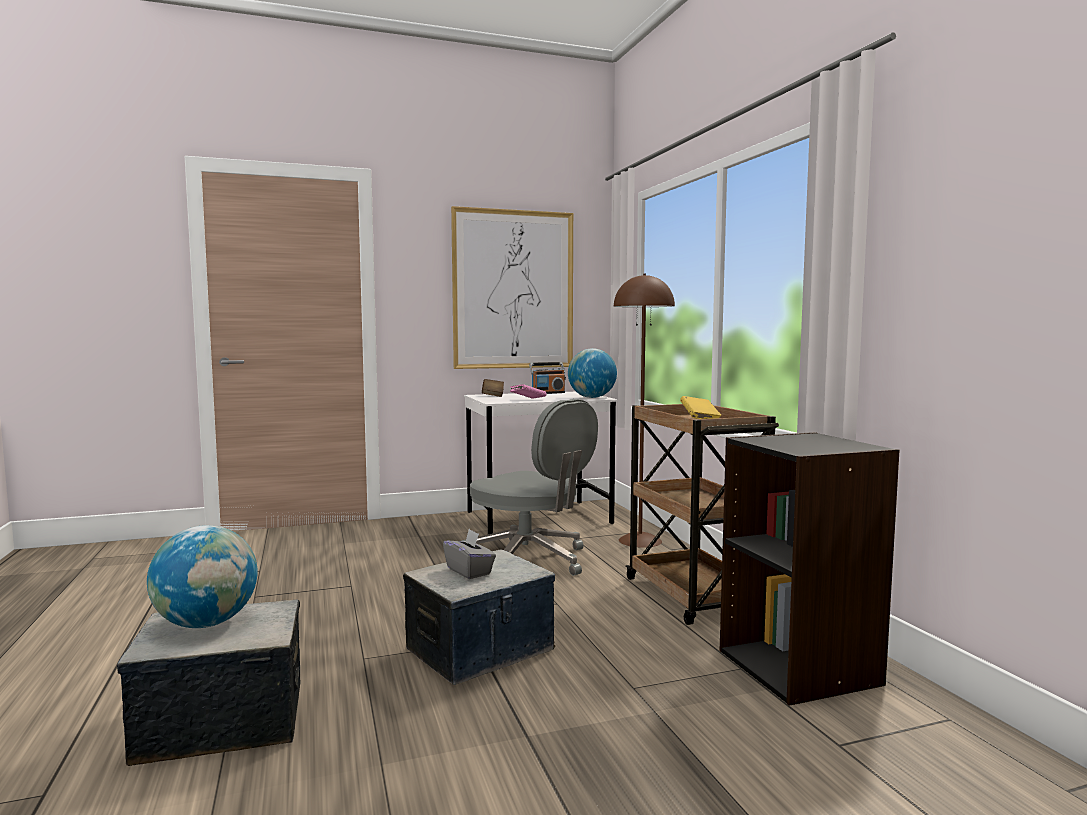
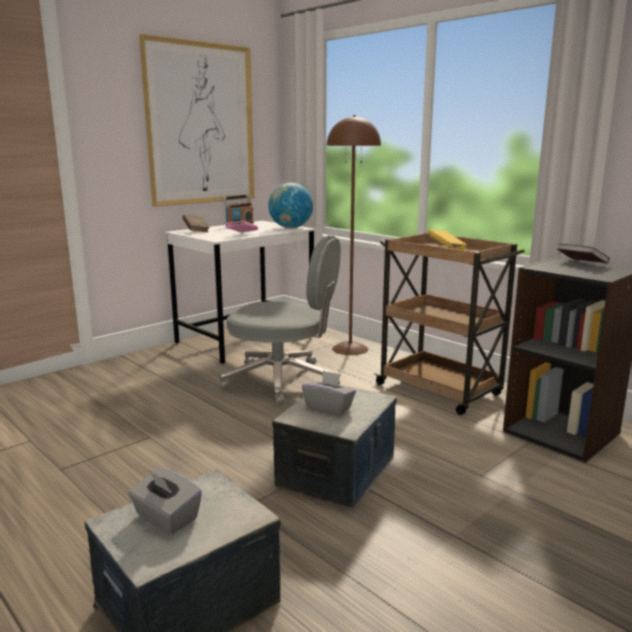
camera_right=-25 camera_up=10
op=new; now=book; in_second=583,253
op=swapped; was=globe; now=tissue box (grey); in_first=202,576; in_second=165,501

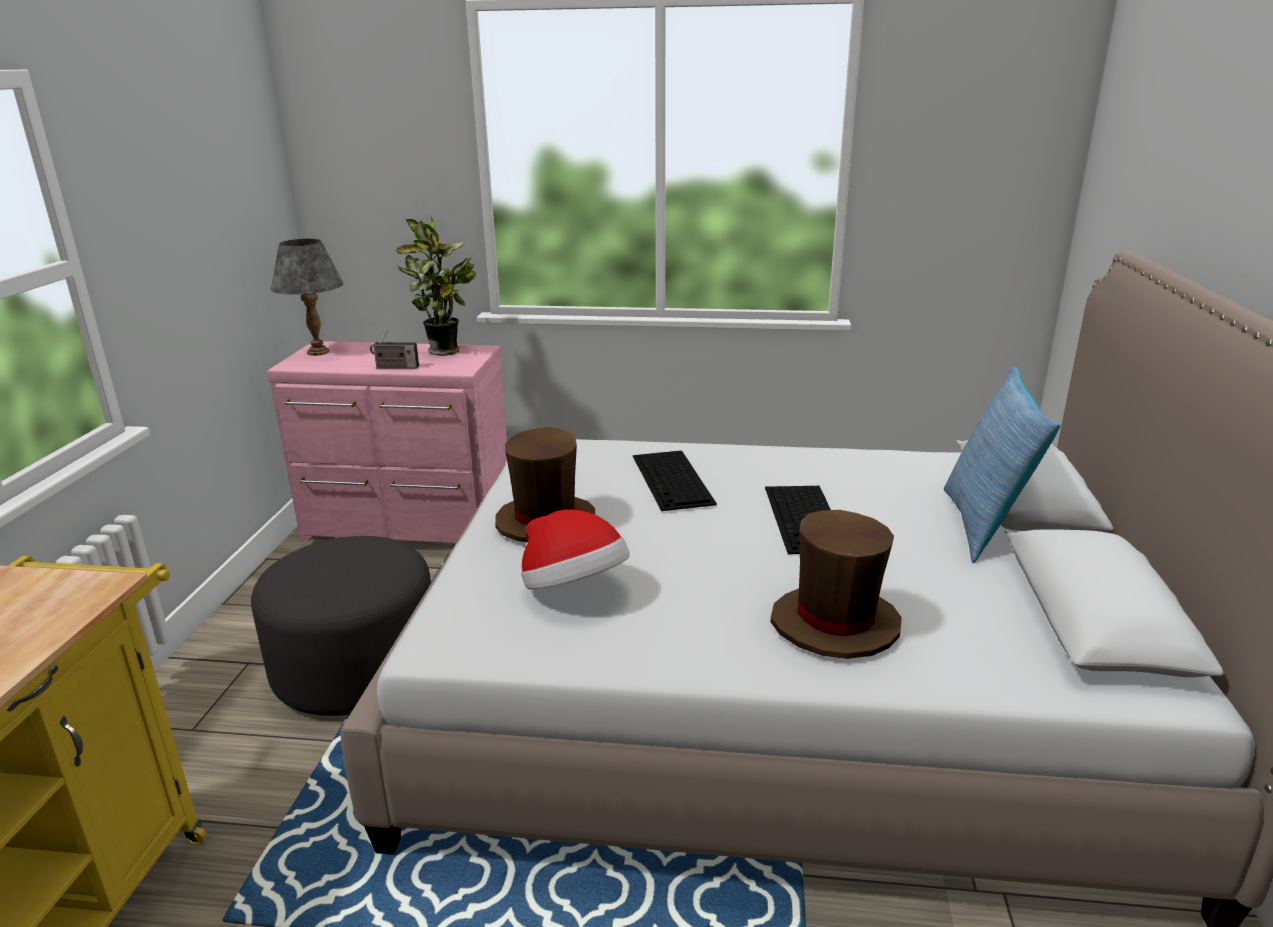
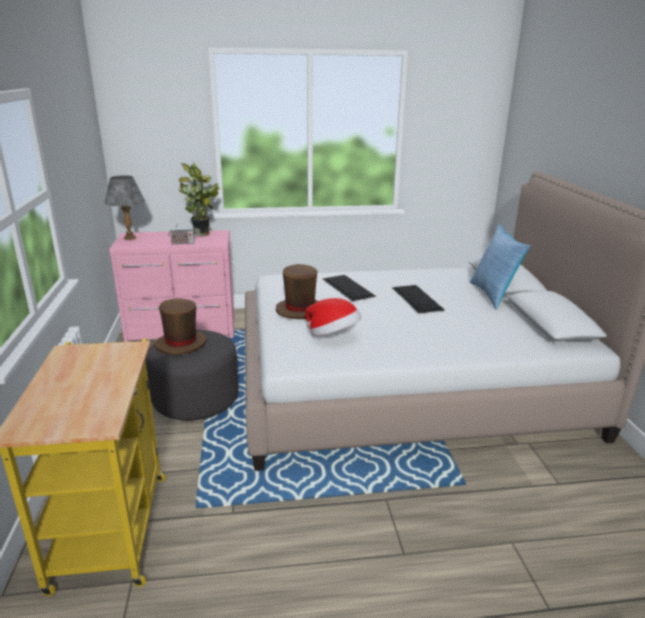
camera_right=-15 camera_up=0
op=shifted; was=hat (brown); in_first=836,584; in_second=180,326

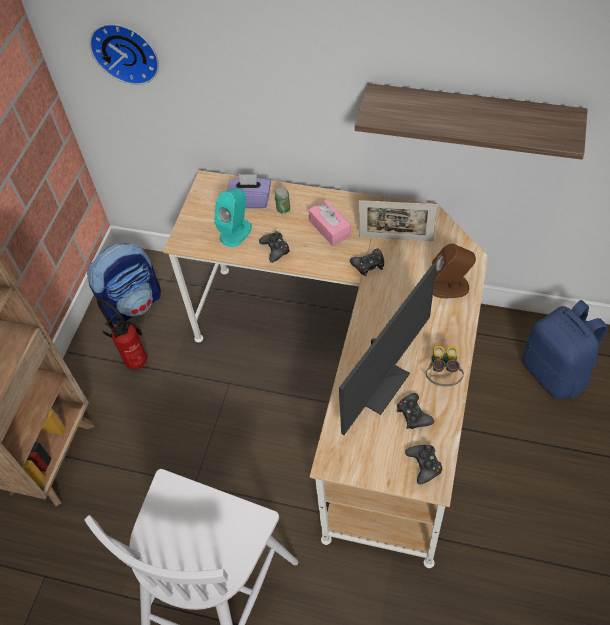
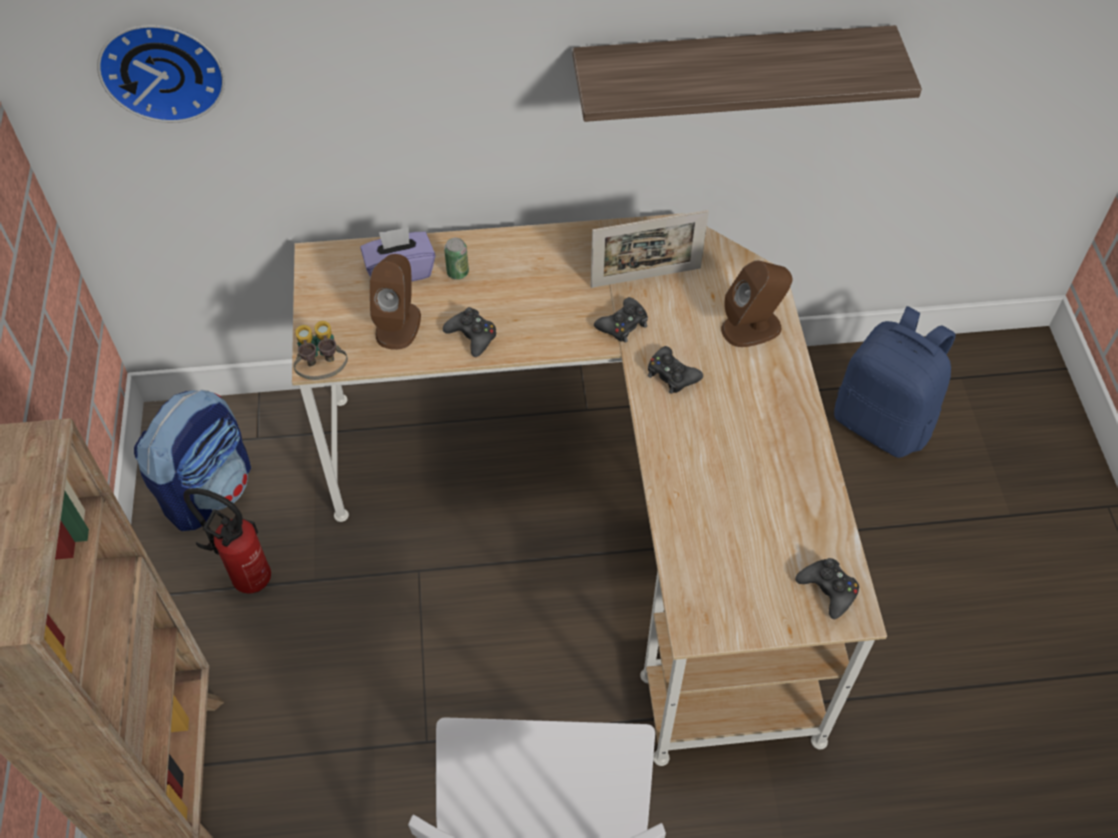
camera_right=-25 camera_up=0
op=gone; was=tissue box (pink); in_first=330,223
op=gone; was=monitor; in_first=387,349
op=shifted; was=game controller (black); in_first=415,411; in_second=675,370
op=shifted; was=binoculars; in_first=445,366; in_second=320,350
op=repainted; was=speaker (turquoise); now=speaker (brown); in_first=233,217; in_second=395,302

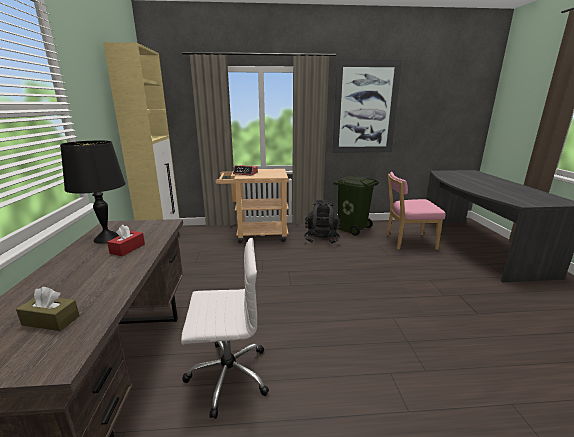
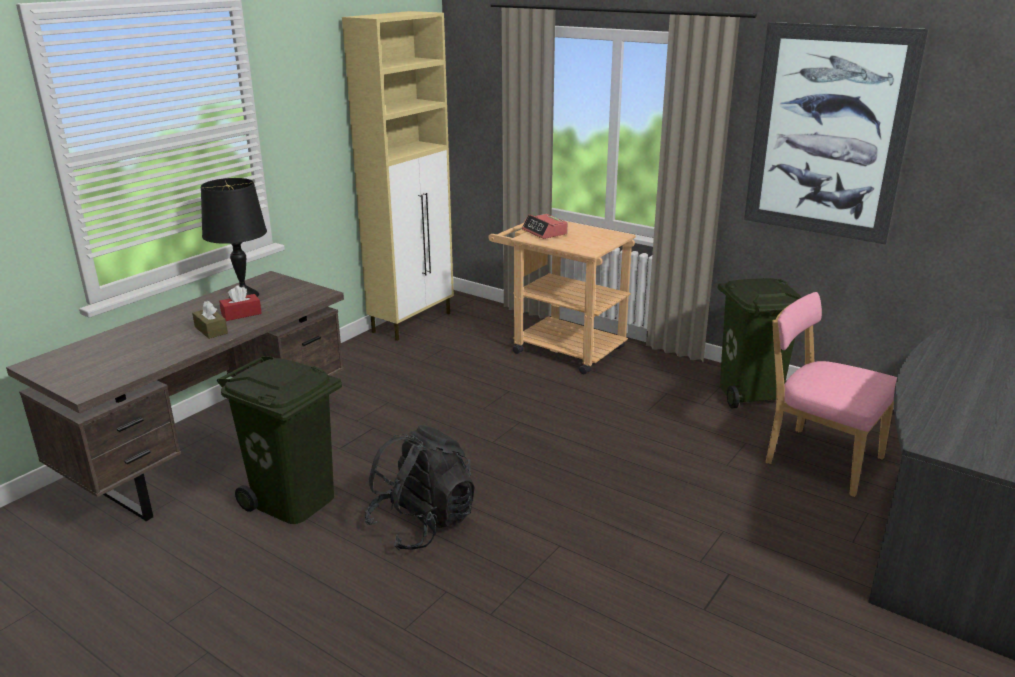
camera_right=40 camera_up=5
op=shifted; was=tissue box (brown); in_first=48,309; in_second=210,320
op=shifted; was=backpack (black); in_first=322,222; in_second=420,488
op=swapped; was=office chair (white); now=trash can (green); in_first=225,328; in_second=279,440

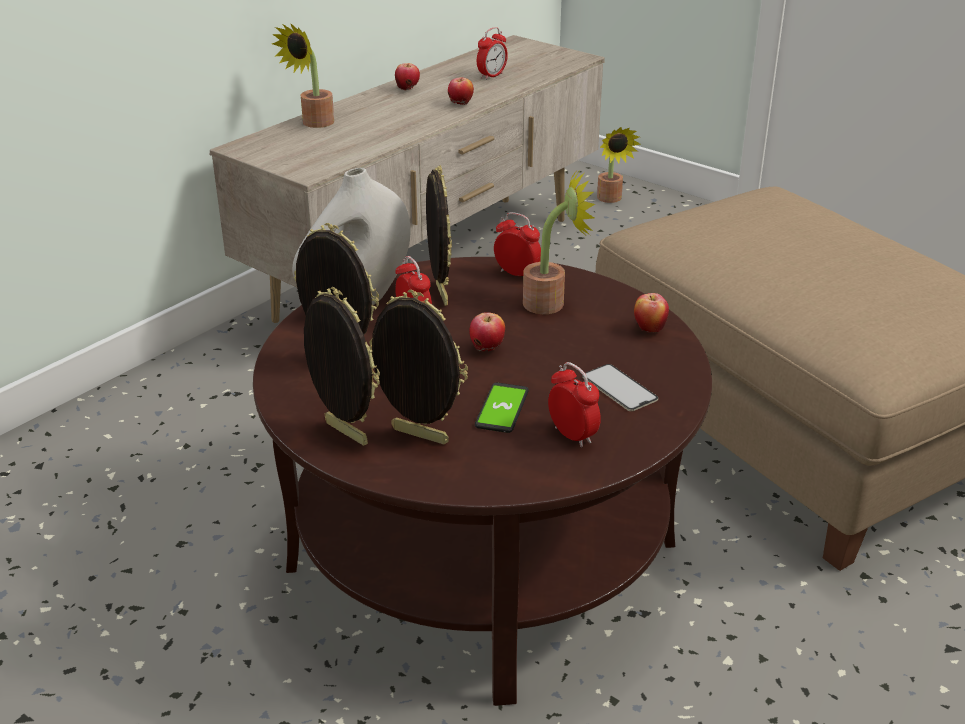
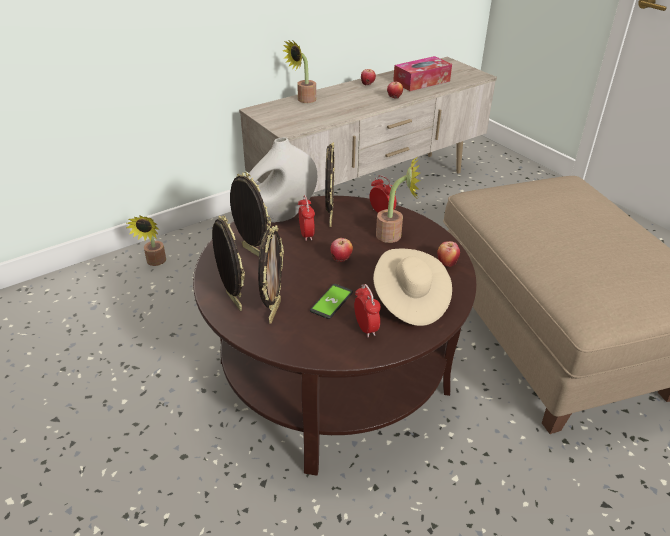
camera_right=15 camera_up=5
op=shifted; was=potted plant; in_first=619,165; in_second=146,241
op=swapped; was=alarm clock; now=tissue box; in_first=492,53; in_second=422,73
op=swapped; was=phone; now=hat (beige); in_first=620,387; in_second=412,287
op=rotated; was=picture frame; in_first=418,367; in_second=271,274; clockwise=60

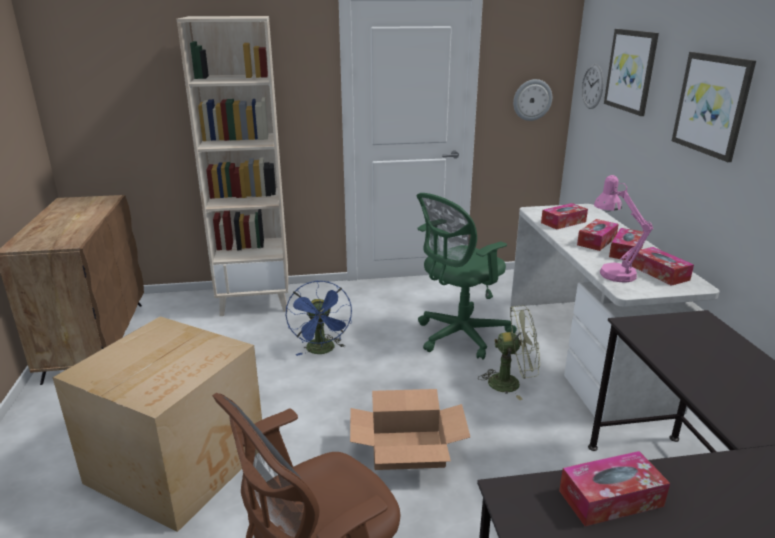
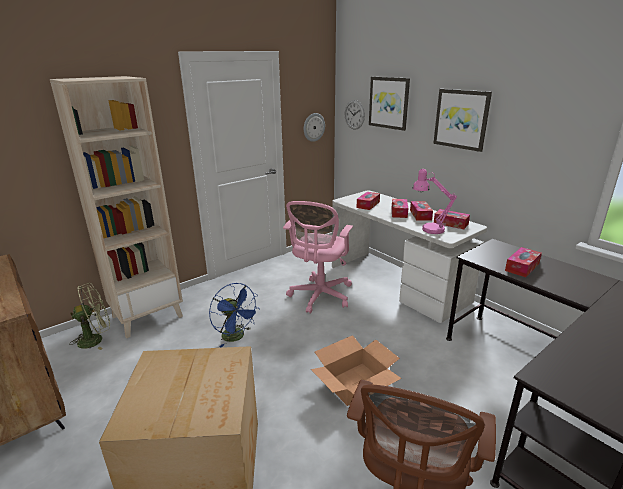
camera_right=-30 camera_up=0
op=shifted; was=fan (green); in_first=509,352; in_second=89,316
op=shifted; was=tissue box; in_first=614,488; in_second=523,262
op=repainted; was=office chair (green); now=office chair (pink); in_first=467,276; in_second=318,257

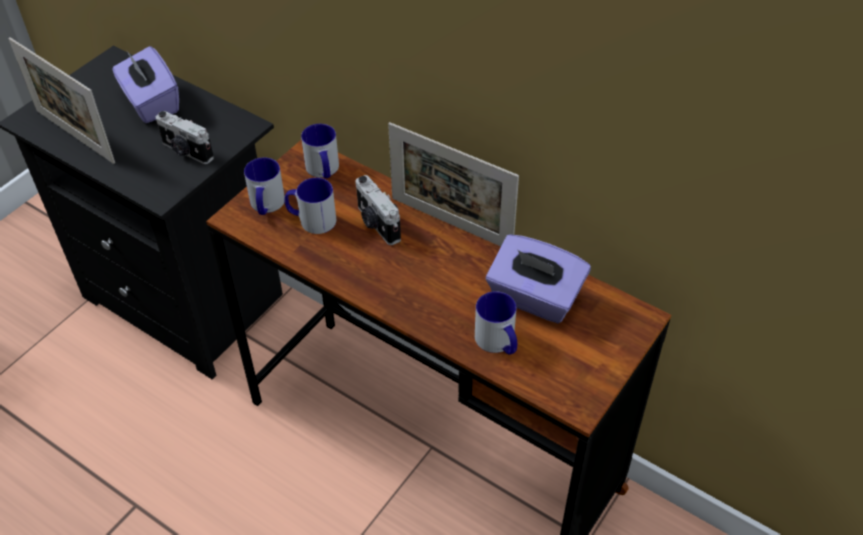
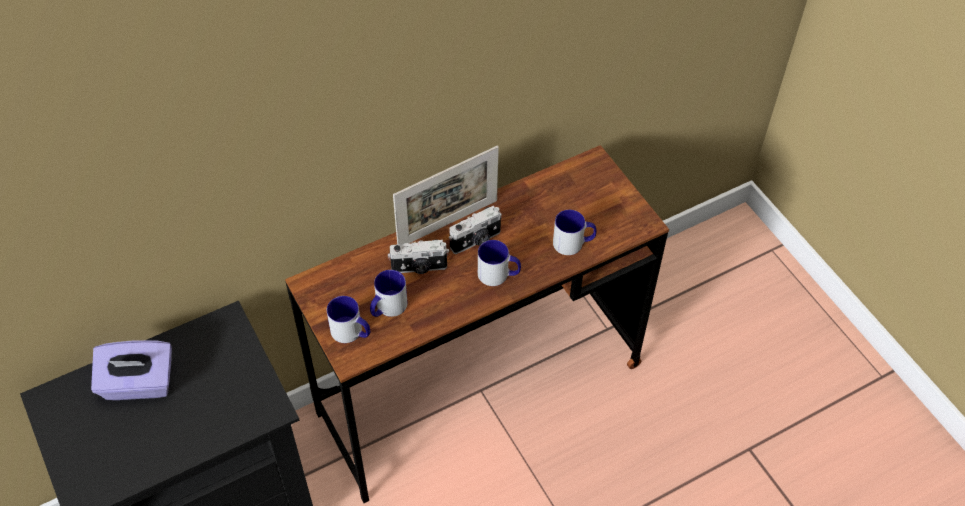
camera_right=-65 camera_up=5
op=gone; was=picture frame; in_first=61,100
op=gone; was=tissue box (purple); in_first=538,278
op=shifted; was=photo camera; in_first=184,137; in_second=475,230
op=shifted; was=mug; in_first=320,151; in_second=499,263

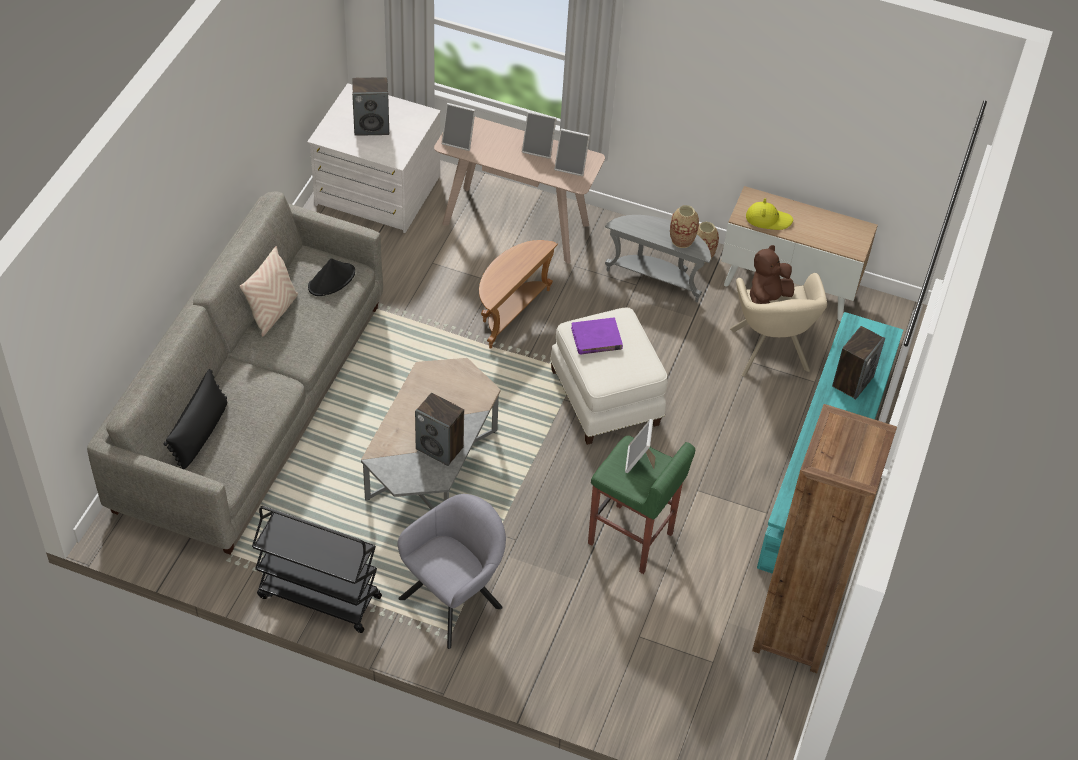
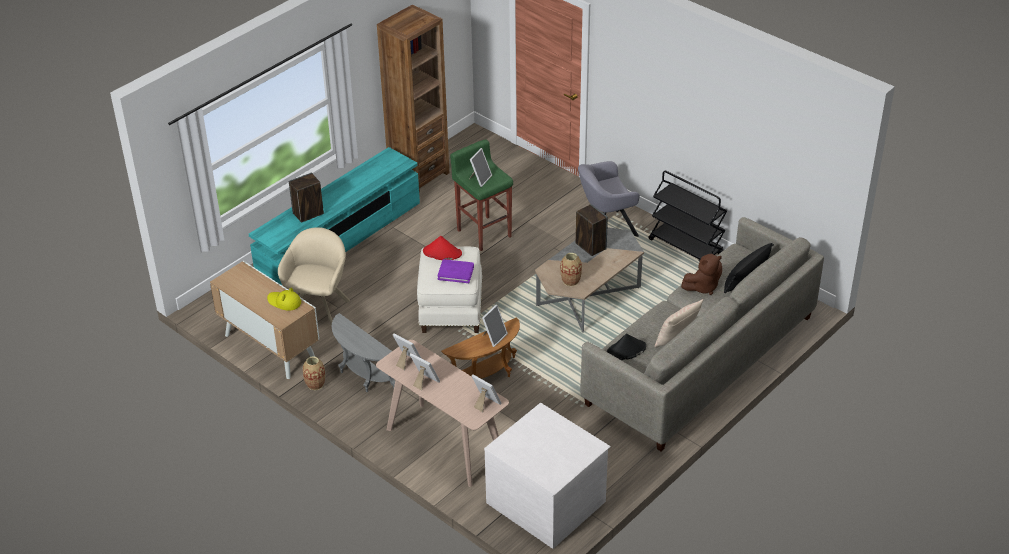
camera_right=-155 camera_up=-10
op=gone; was=speaker; in_first=370,106
op=new; now=hat (red); in_second=442,248
op=new; now=picture frame; in_second=495,325
op=shifted; was=vase; in_first=684,226; in_second=571,269
op=shifted; was=plush toy (brown); in_first=772,274; in_second=701,274

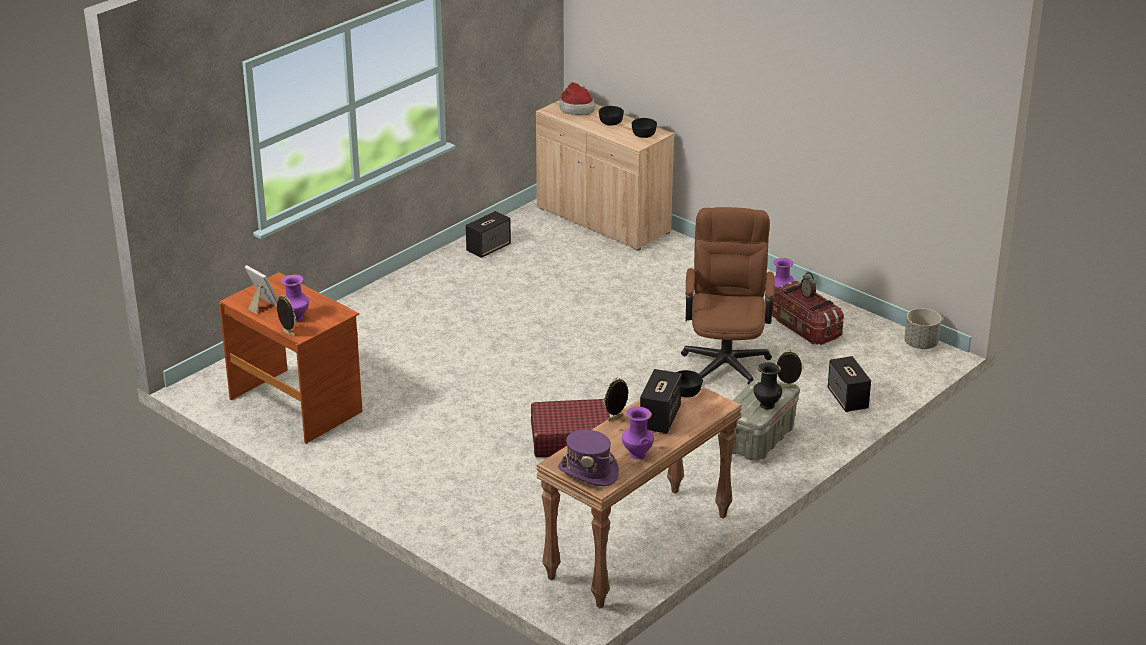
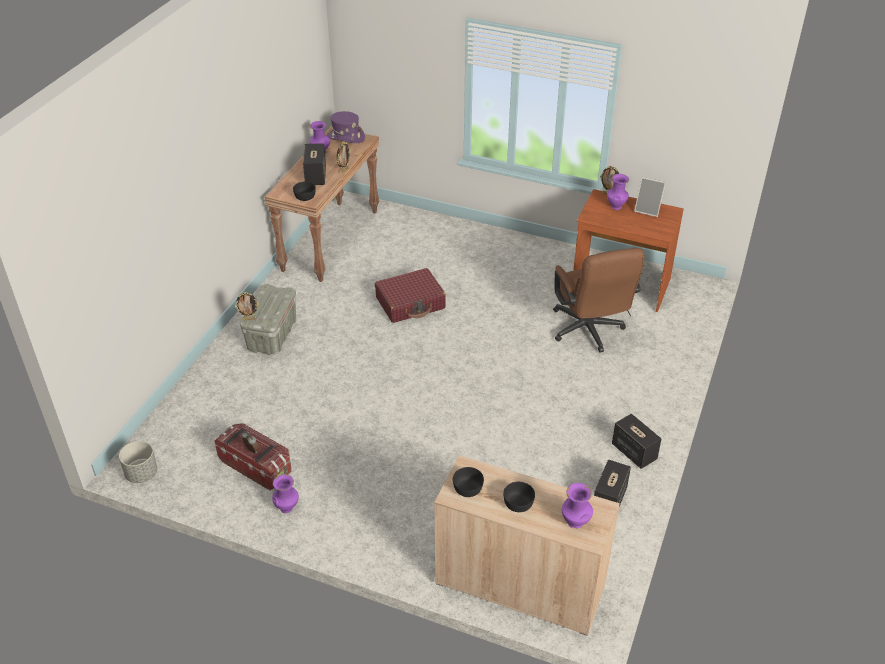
camera_right=160 camera_up=10
op=gone; was=vase (black); in_first=767,386
op=shifted; was=office chair (brown); in_first=728,296; in_second=599,300
op=shifted; was=speaker; in_first=849,384; in_second=636,441
op=swapped; was=hat; now=vase (purple); in_first=577,98; in_second=577,506

